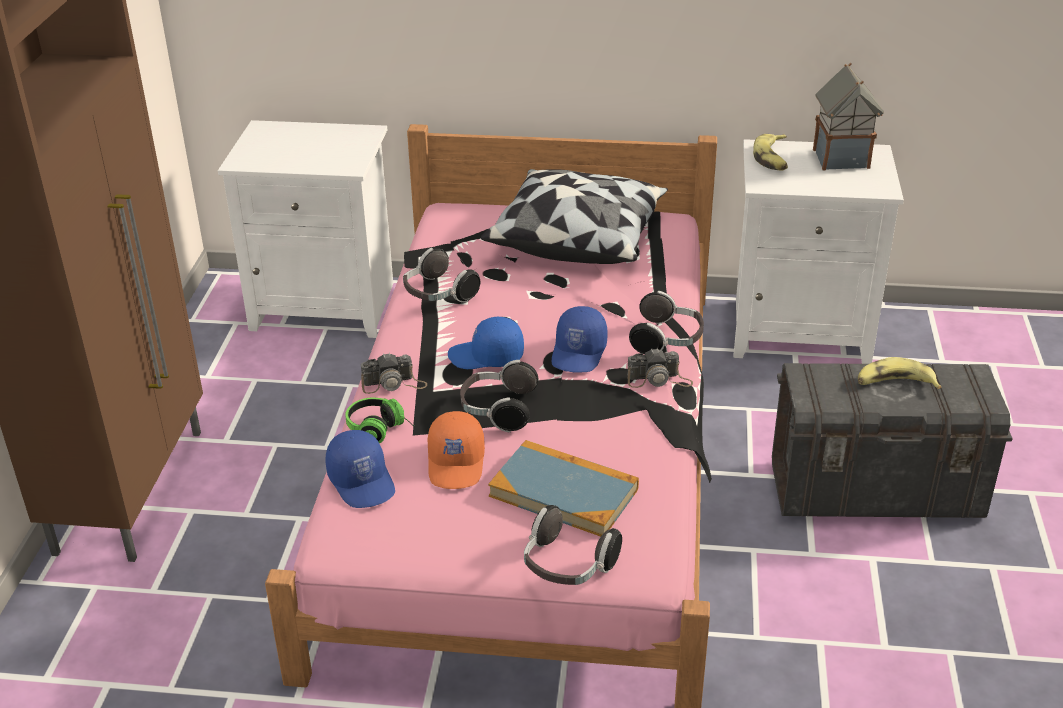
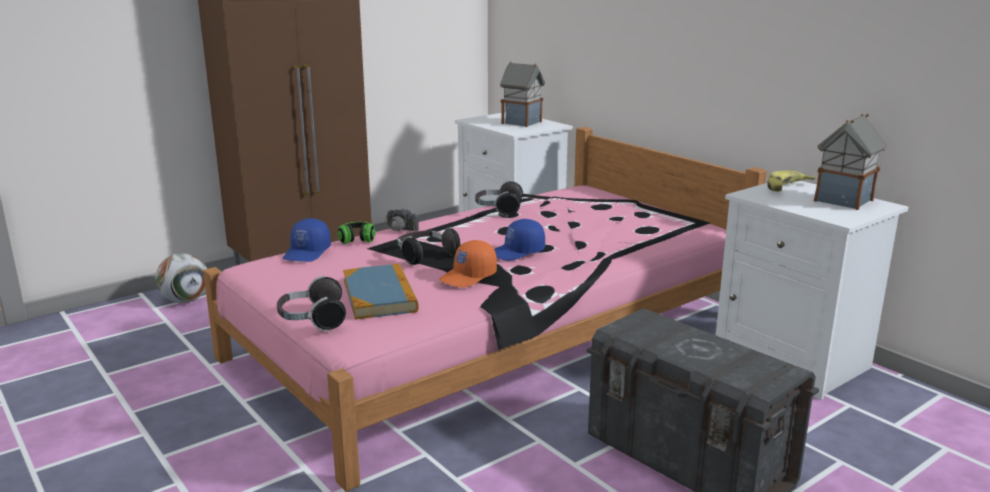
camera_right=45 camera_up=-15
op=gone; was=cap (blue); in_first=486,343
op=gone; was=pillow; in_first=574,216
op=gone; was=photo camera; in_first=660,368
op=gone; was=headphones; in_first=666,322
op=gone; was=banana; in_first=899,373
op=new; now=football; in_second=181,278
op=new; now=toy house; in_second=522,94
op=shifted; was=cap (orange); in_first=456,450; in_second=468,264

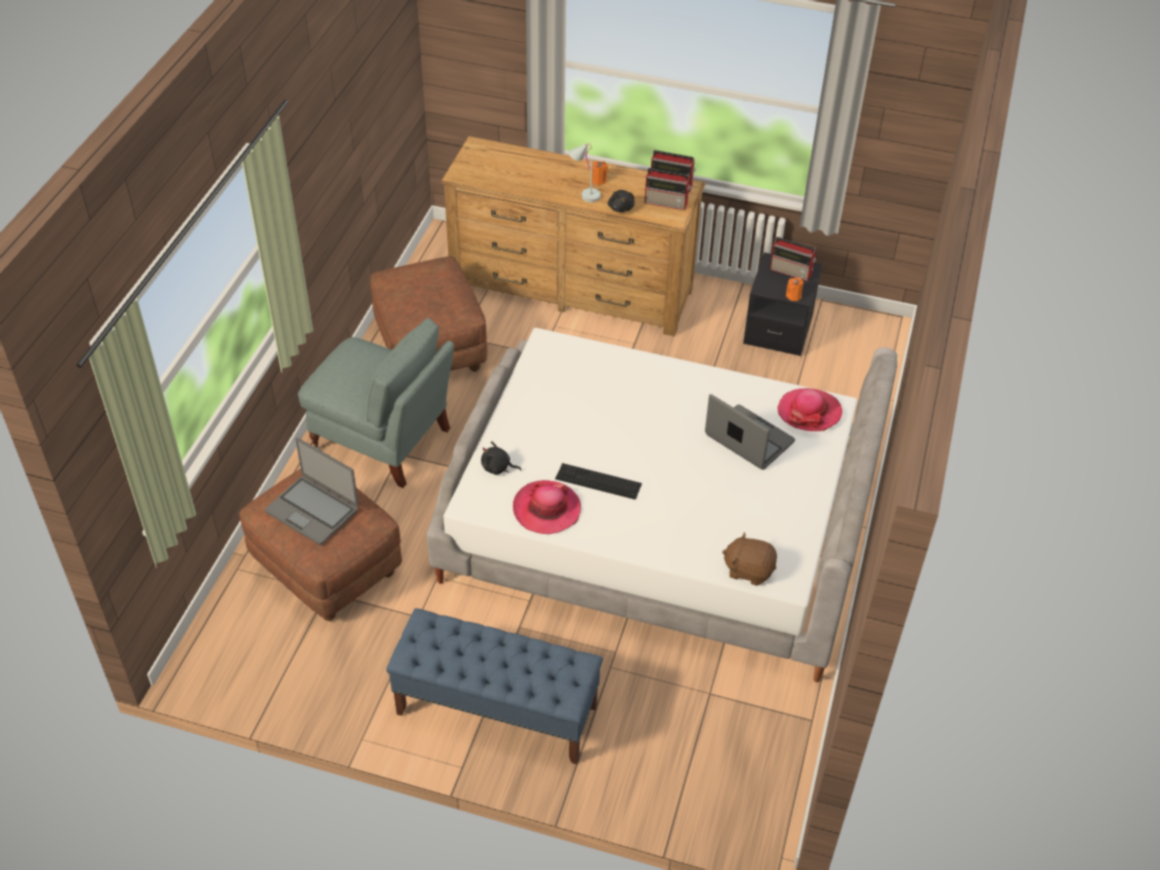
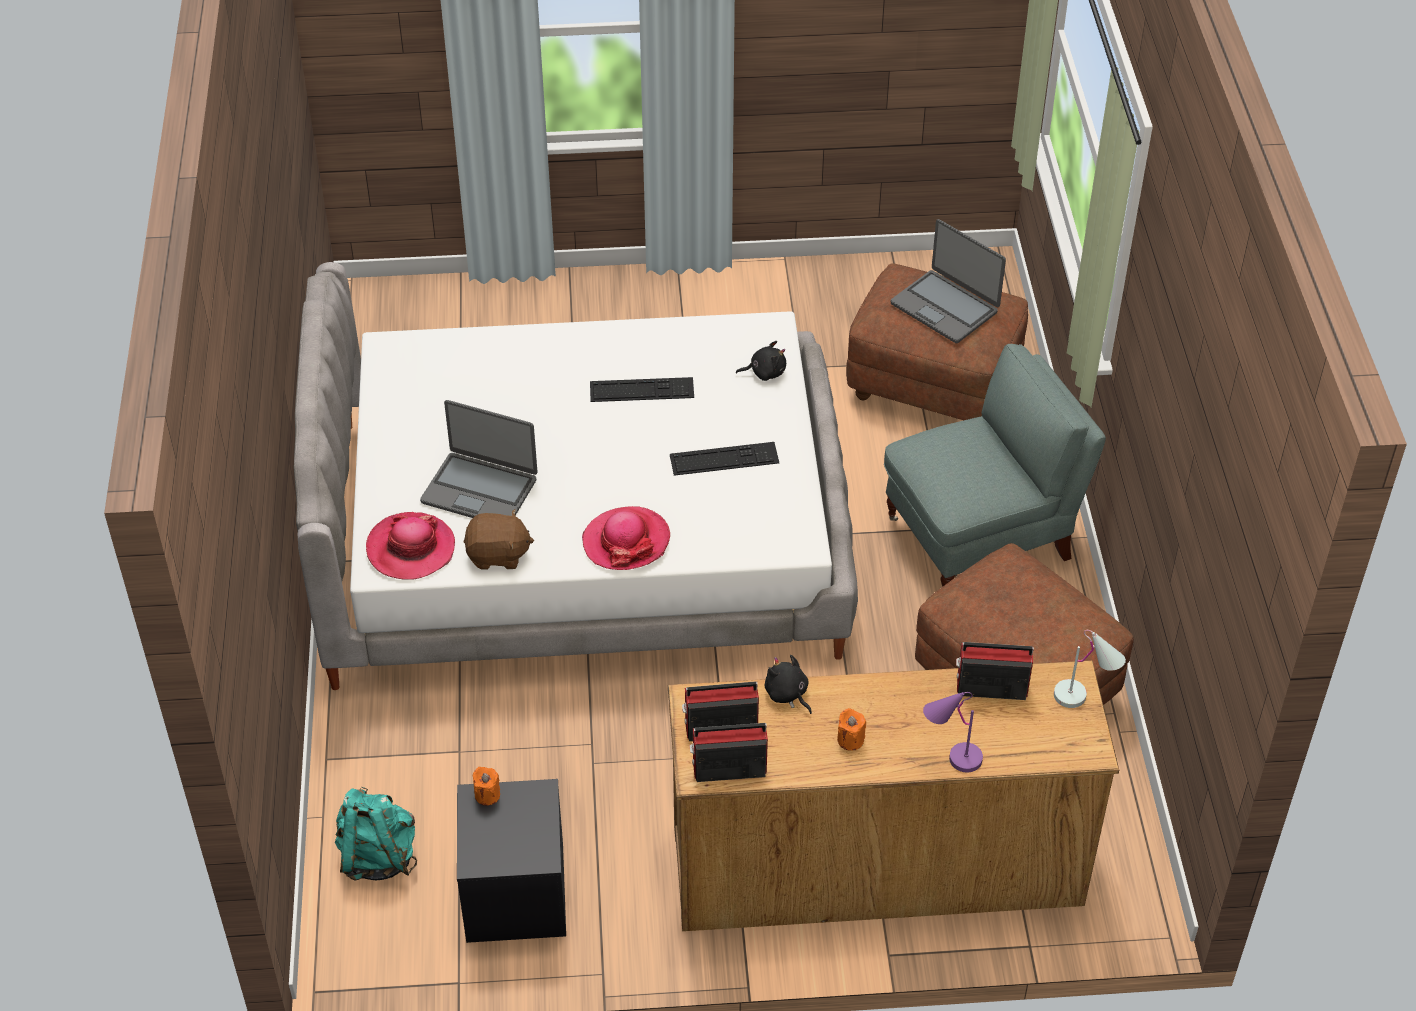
camera_right=160 camera_up=0
op=gone; was=bench (blue); in_first=494,686
op=new; now=backpack (turquoise); in_second=376,834
op=new; now=keyboard; in_second=724,459
op=new; now=table lamp (purple); in_second=953,732
op=shifted; was=hat; in_first=547,507; in_second=626,538
op=shifted; was=table lamp (white); in_first=585,172; in_second=1090,669
op=shifted; was=plush toy (brown); in_first=749,559; in_second=498,539
op=shifted; was=radio; in_first=793,259; in_second=995,671
op=rotated; was=laptop; in_first=312,491; in_second=948,281; clockwise=-150
op=rotated; was=armchair (grey); in_first=376,403; in_second=995,465; clockwise=150

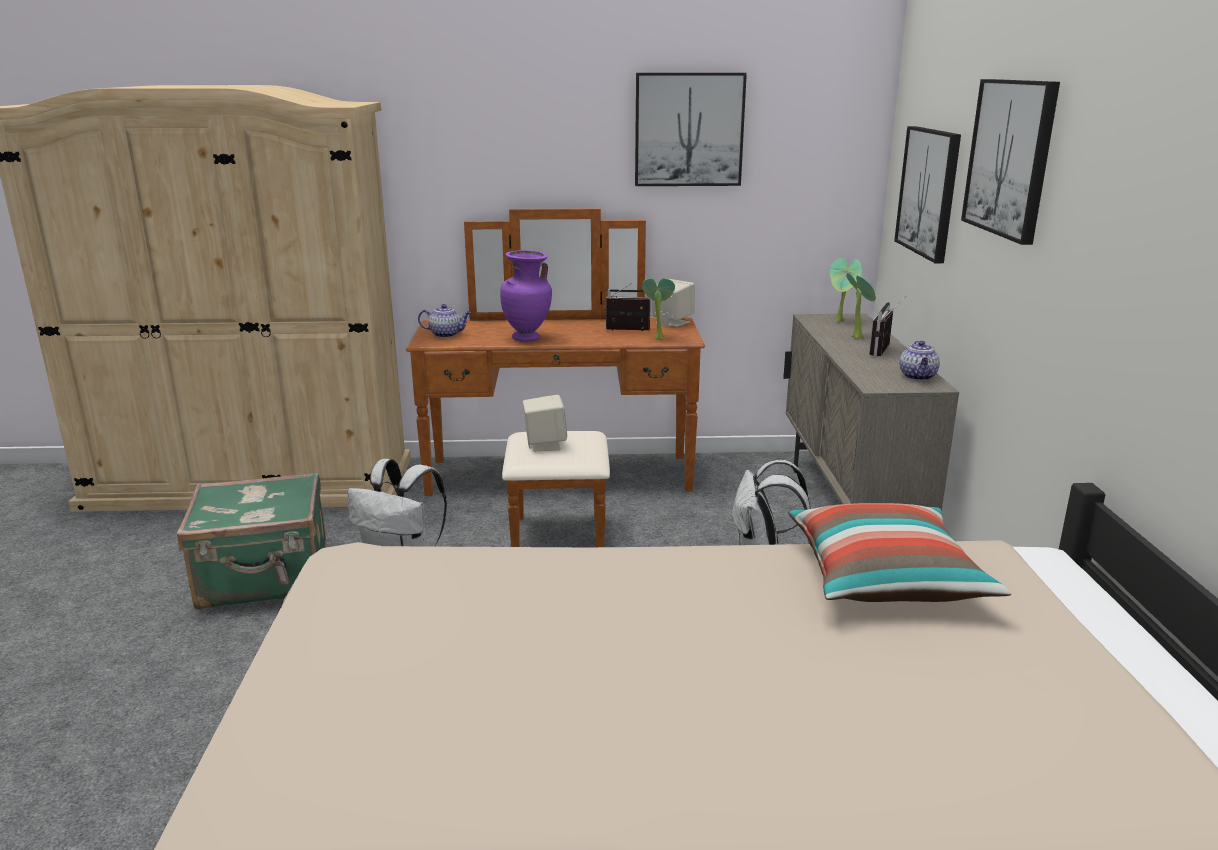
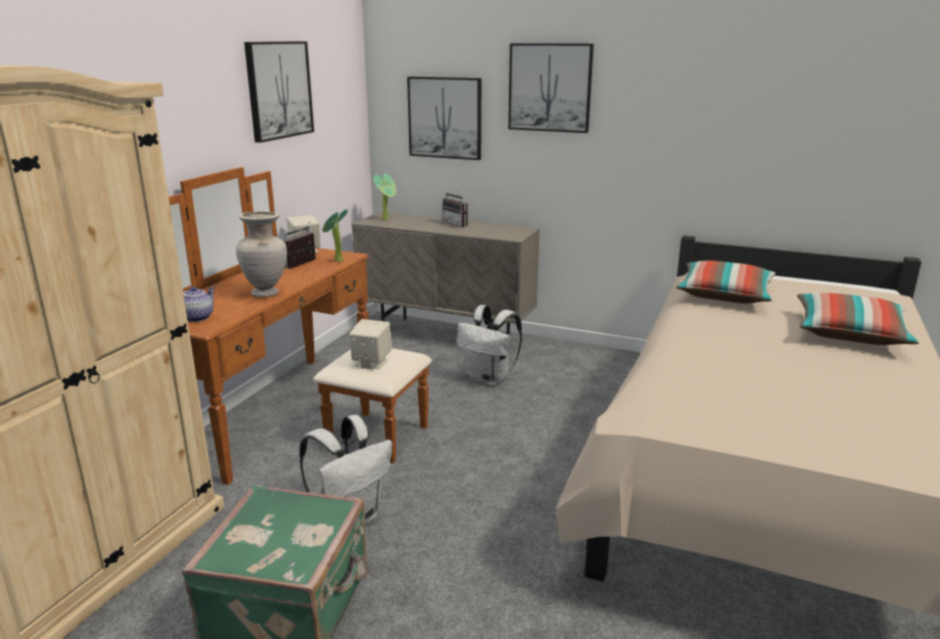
camera_right=-65 camera_up=0
op=gone; was=potted plant; in_first=861,306
op=gone; was=teapot; in_first=920,361
op=new; now=pillow; in_second=858,319
op=repainted; was=vase (purple); now=vase (beige); in_first=526,296; in_second=261,254

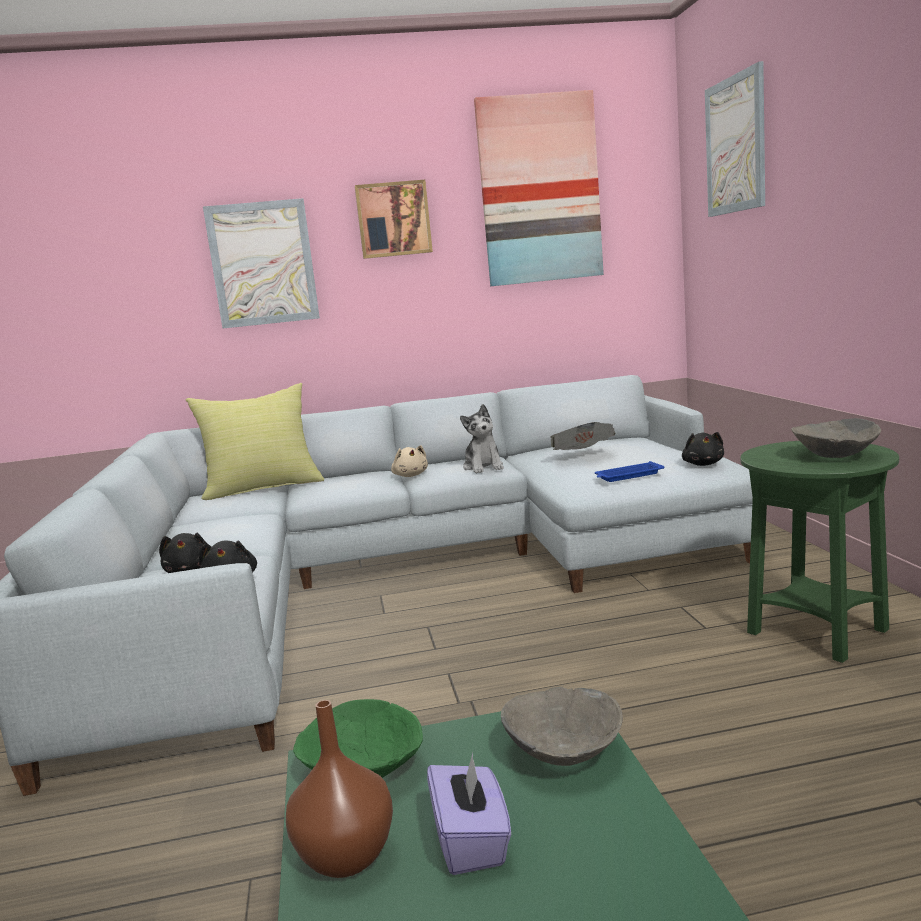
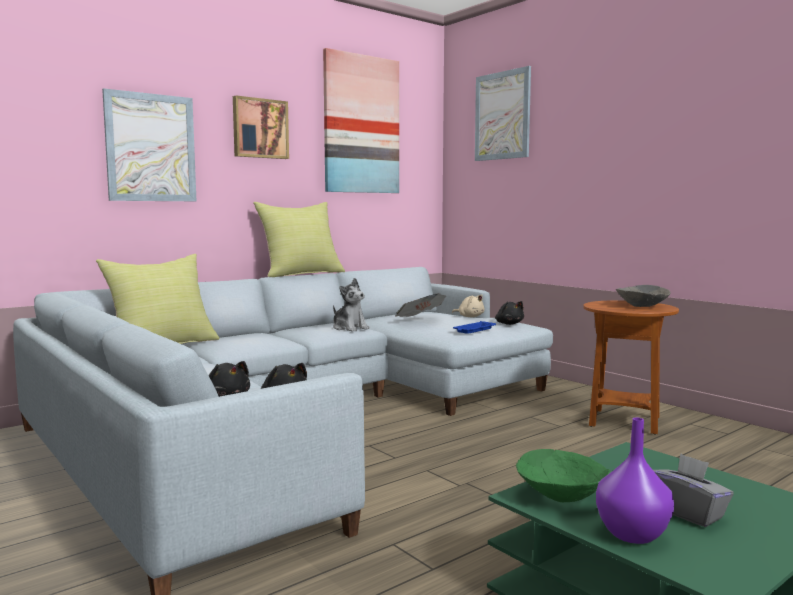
camera_right=-30 camera_up=-5
op=gone; was=bowl (grey); in_first=562,726
op=new; now=pillow (yellow); in_second=299,239
op=shifted; was=plush toy (beige); in_first=409,461; in_second=468,305
op=repainted; was=vase (brown); now=vase (purple); in_first=339,789; in_second=635,481
op=repainted; was=tissue box (purple); now=tissue box (grey); in_first=469,814; in_second=693,490
op=repainted; was=side table (green); now=side table (brown); in_first=819,552; in_second=631,367

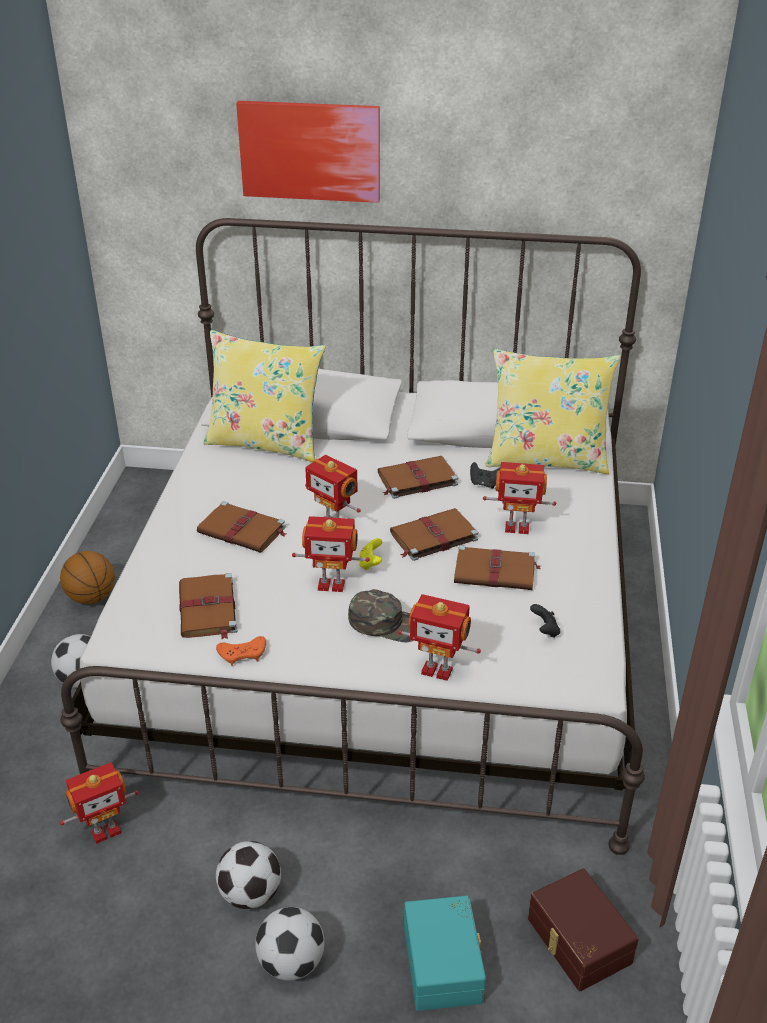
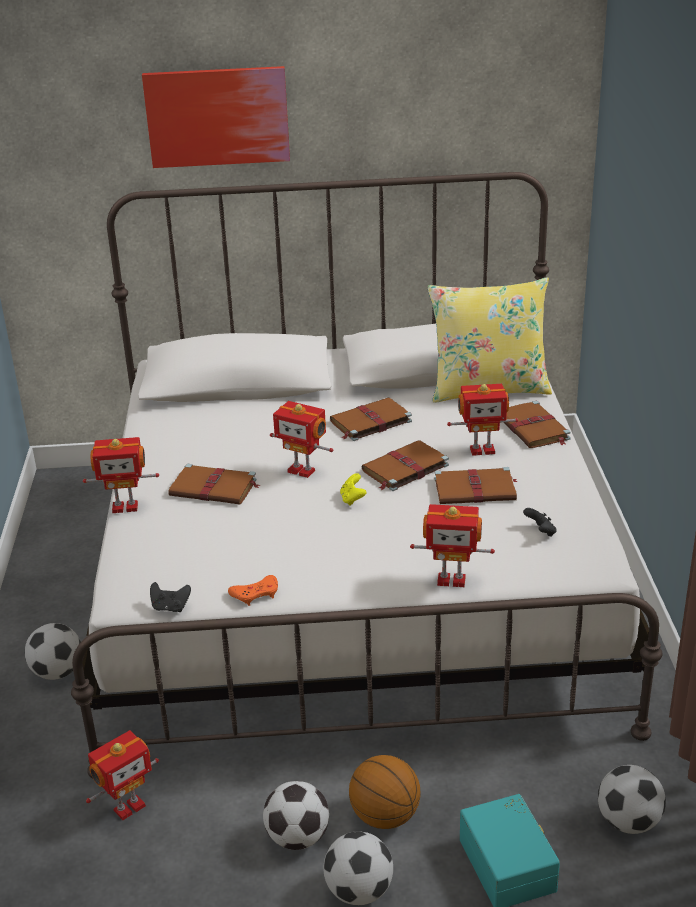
camera_right=-10 camera_up=-5
op=gone; was=pillow (yellow); in_first=264,396
op=gone; was=cap (green); in_first=381,615
op=shifted; was=basketball; in_first=87,577; in_second=384,792
op=shifted; was=book (brown); in_first=208,606; in_second=537,424
op=shifted; was=toy robot; in_first=331,554; in_second=121,475
op=shifted; was=game controller (black); in_first=485,475; in_second=170,597
op=swapped; was=storage box (brown); now=football; in_first=583,930; in_second=632,799

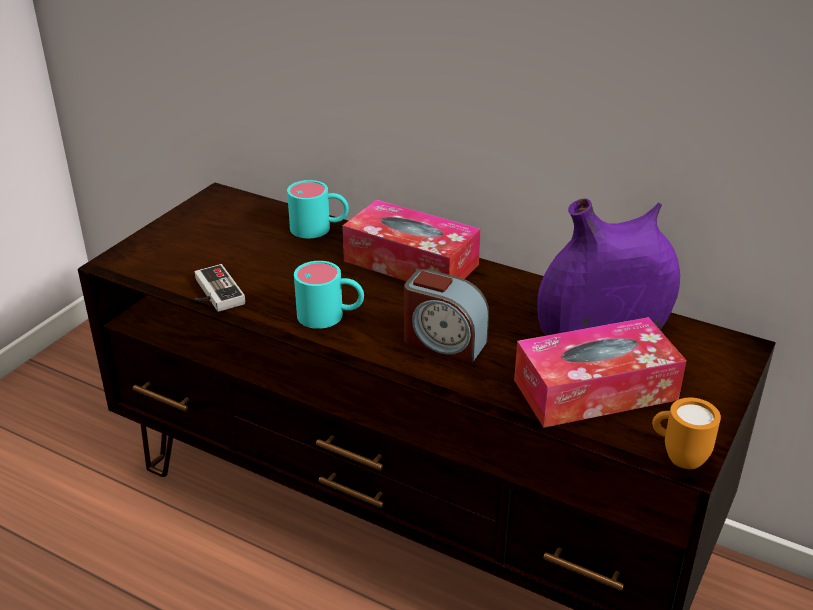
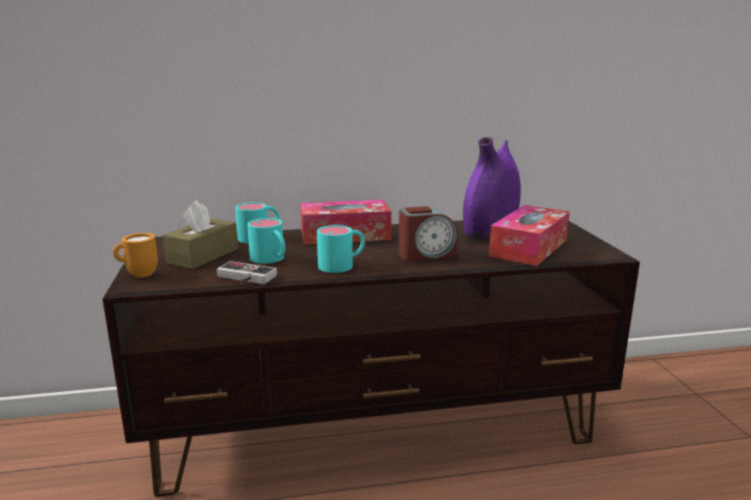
camera_right=-40 camera_up=-15
op=new; now=tissue box (brown); in_second=200,234
op=new; now=mug (turquoise); in_second=266,241
op=shifted; was=mug (orange); in_first=686,433; in_second=135,255

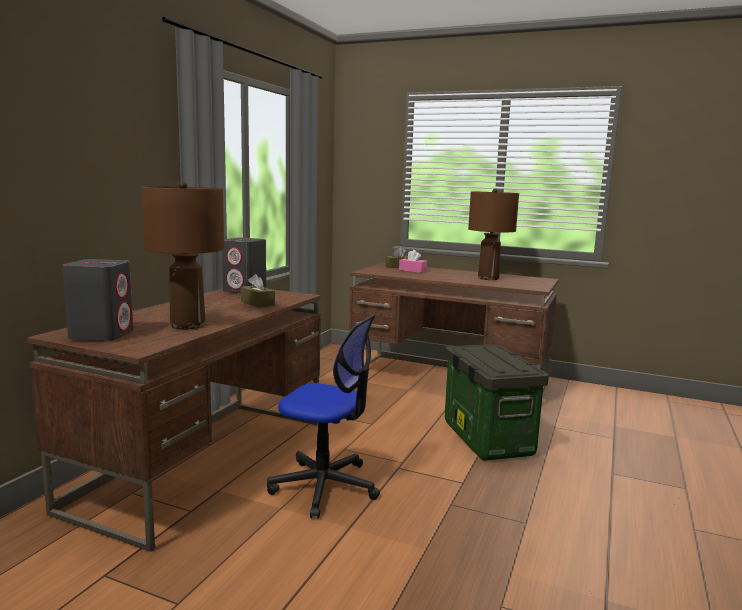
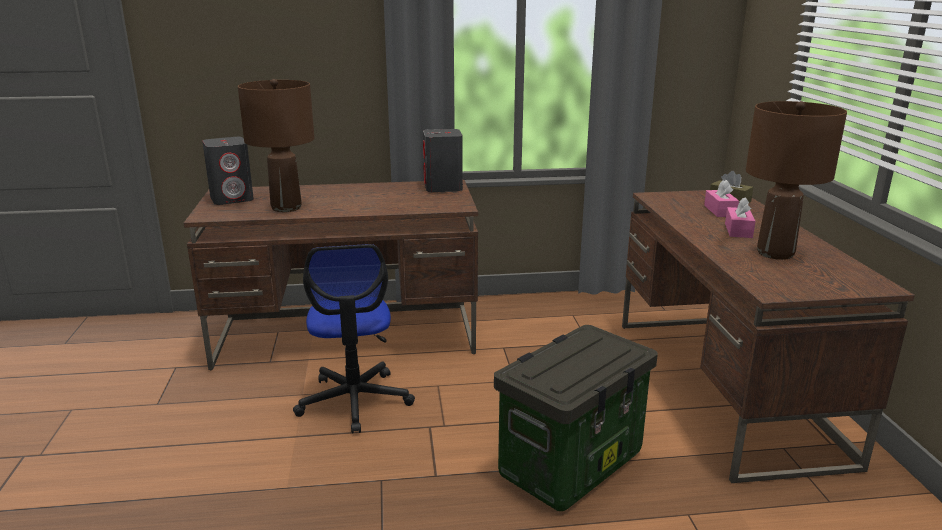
camera_right=60 camera_up=10
op=gone; was=tissue box (brown); in_first=258,291
op=new; now=tissue box (pink); in_second=740,217

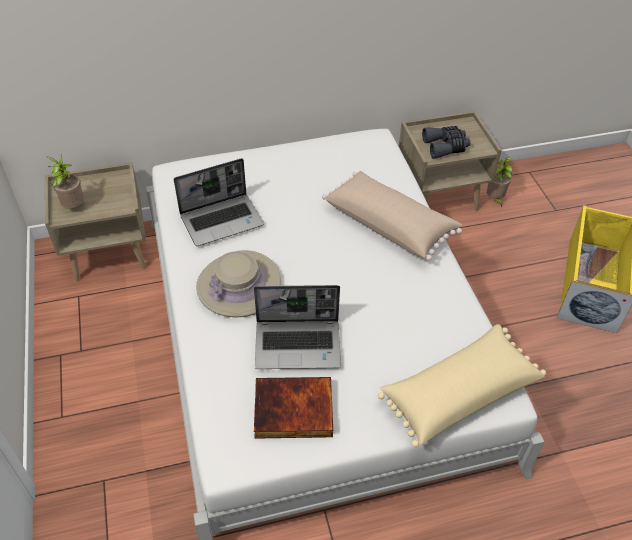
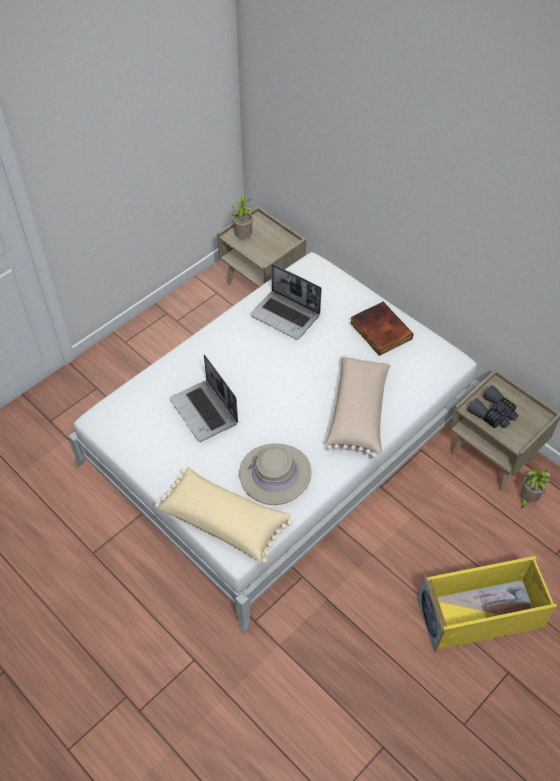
camera_right=60 camera_up=5
op=shifted; was=hat (beige); in_first=238,284; in_second=275,474
op=shifted; was=book; in_first=293,408; in_second=381,329

